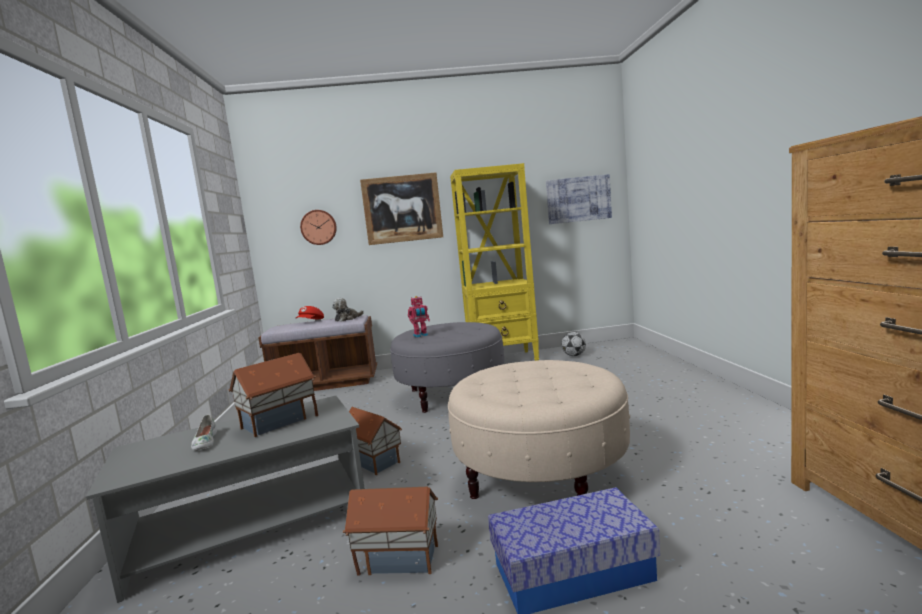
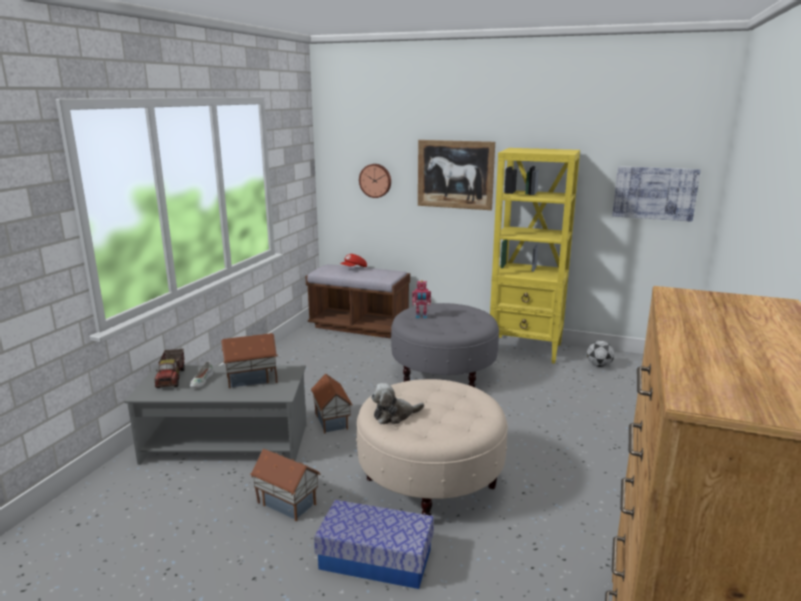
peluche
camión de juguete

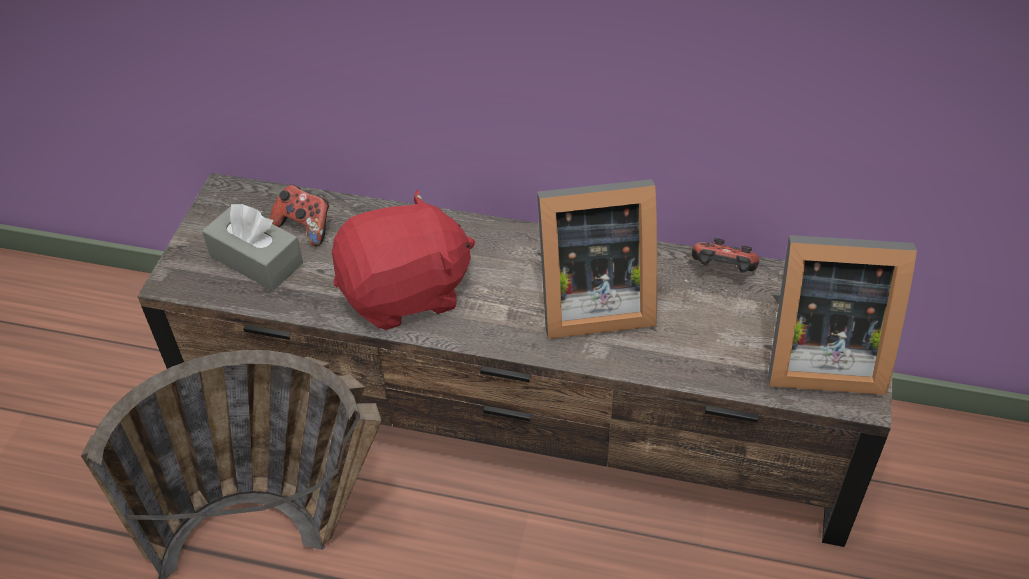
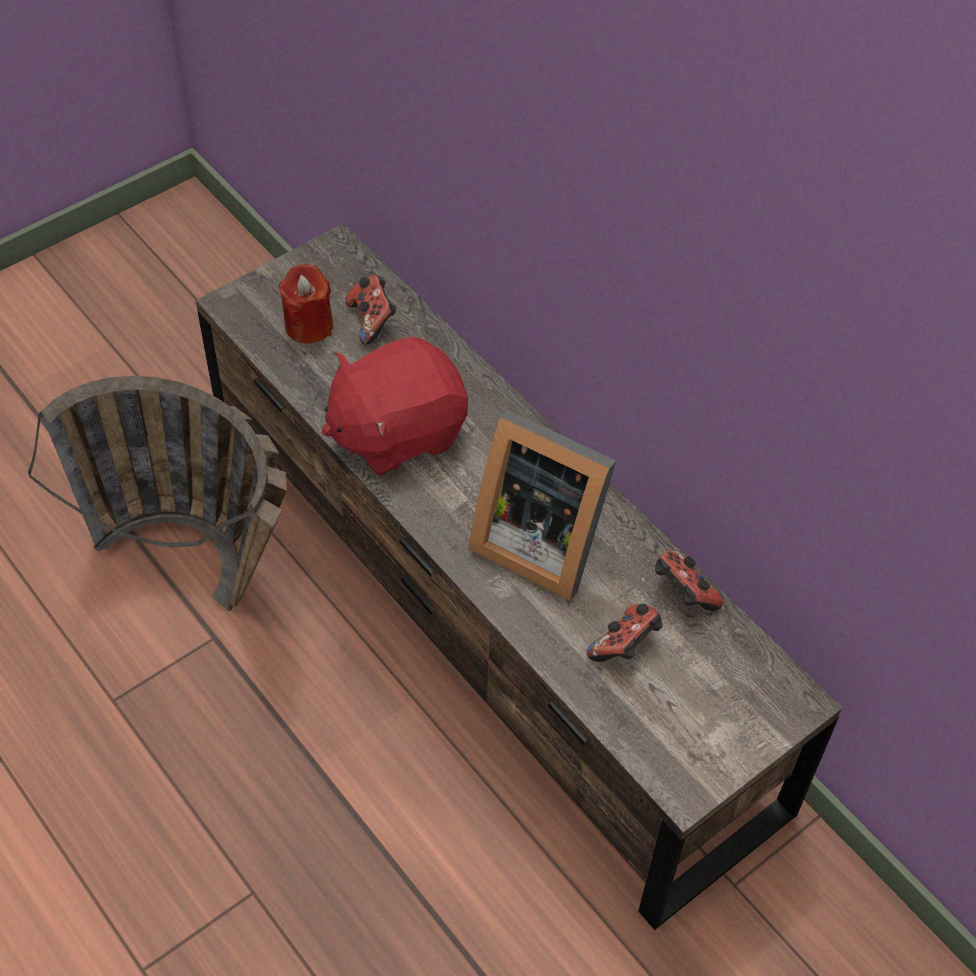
vela (rojo)
peluche (rojo)
portarretratos (2nd from left in the first image)
mando de consola (2nd from left)

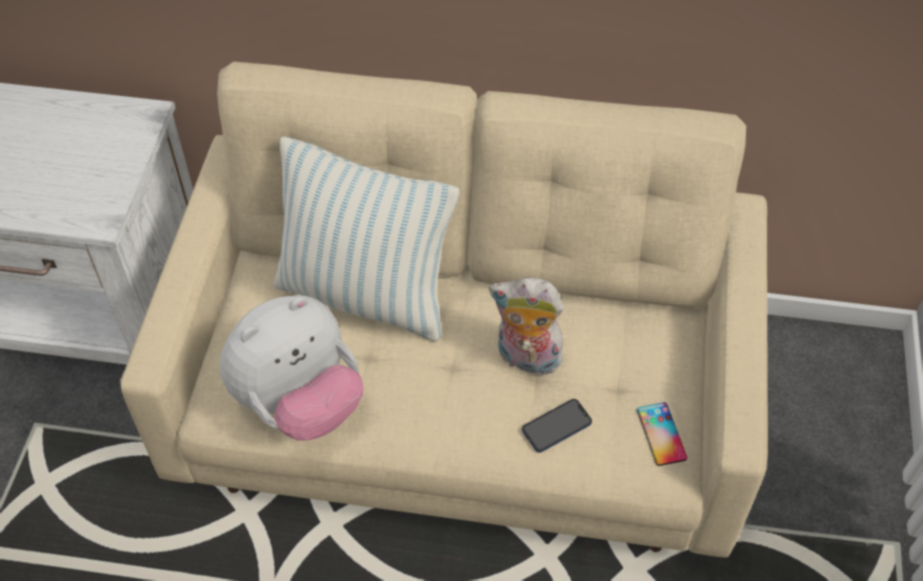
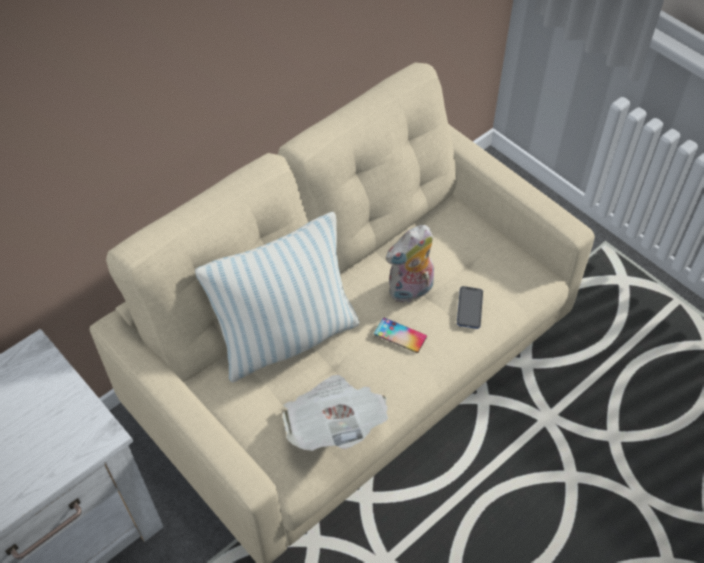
periódico
móvil (1st from left)

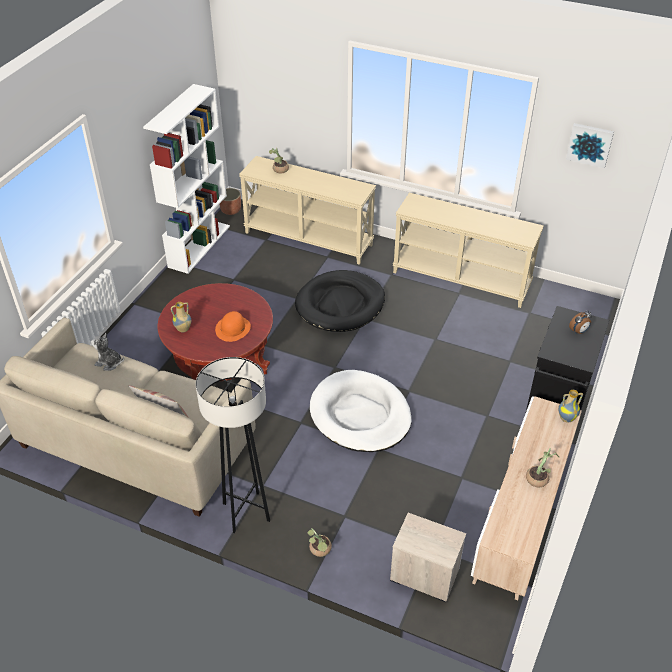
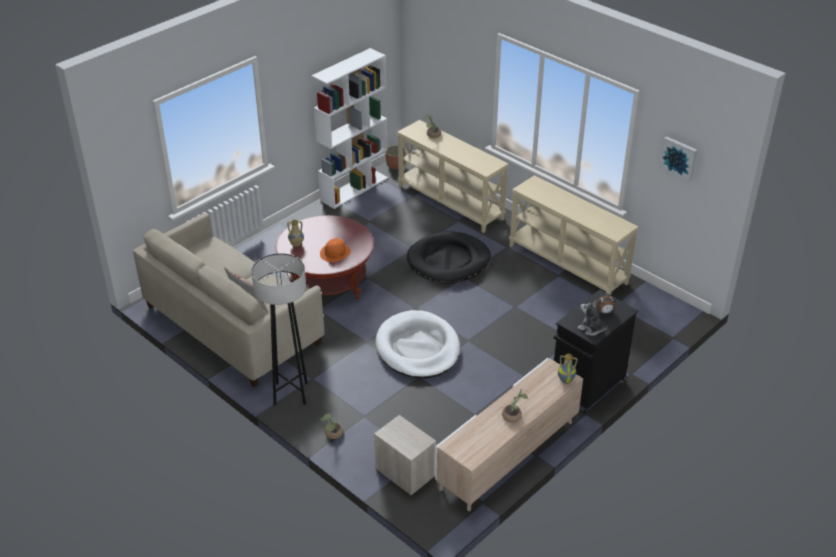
peluche

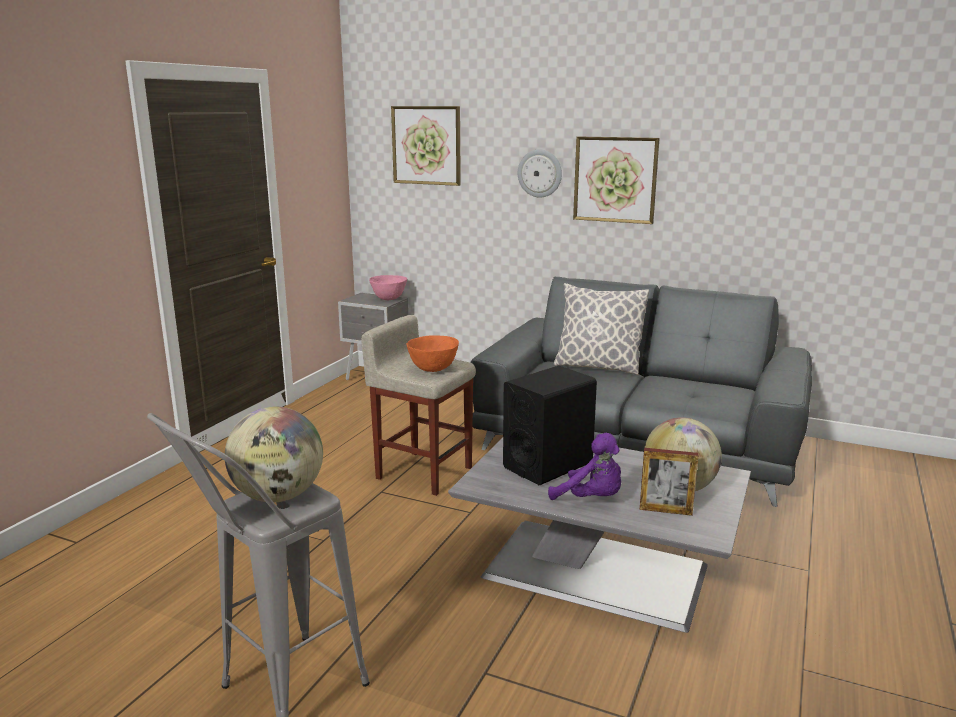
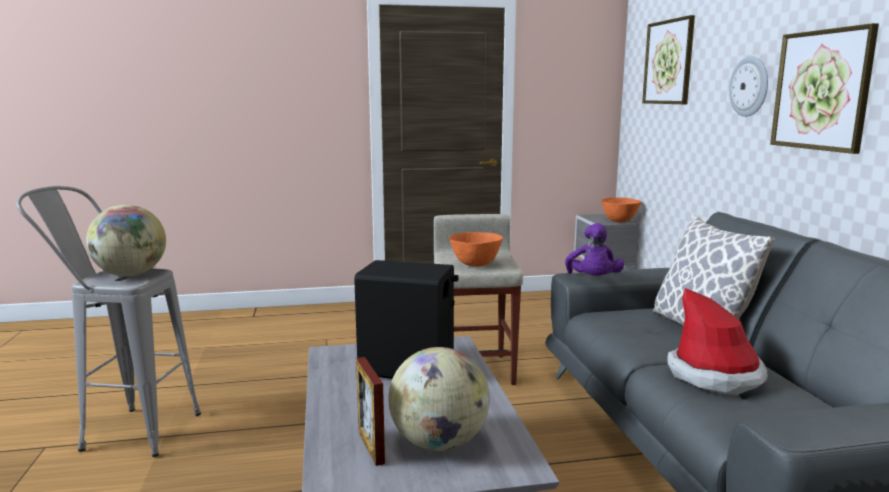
cuenco (naranja) (2nd from left)
peluche (morado)
sombrero

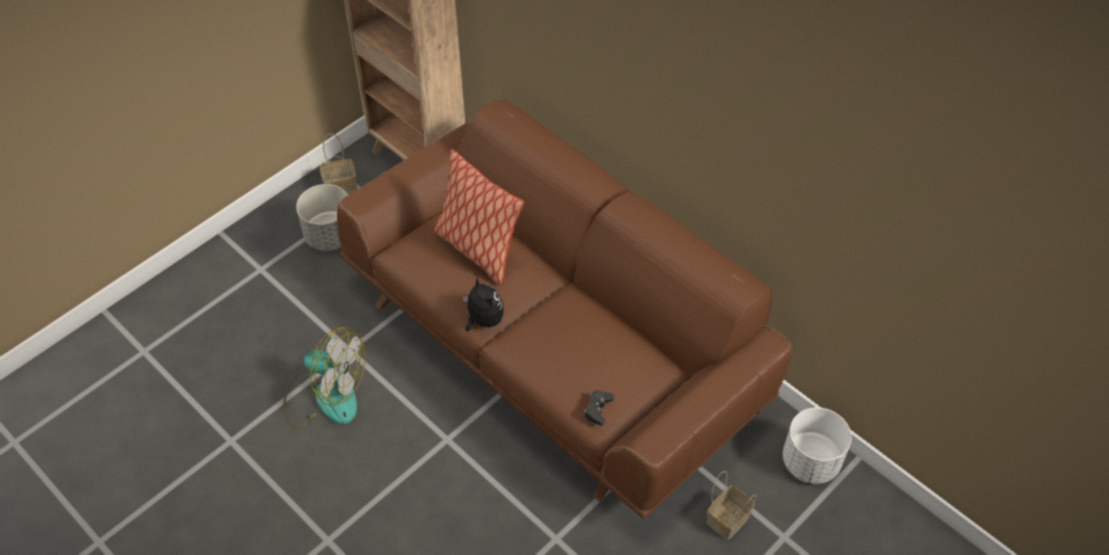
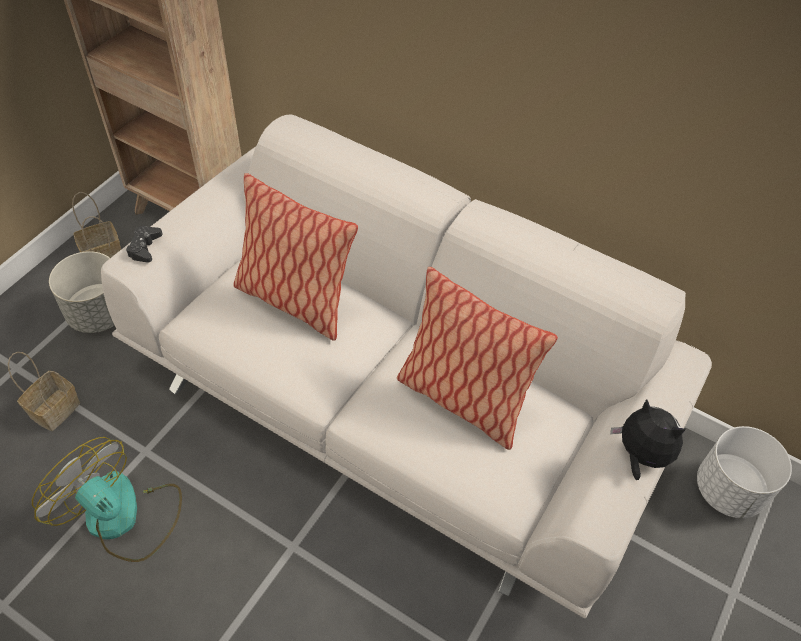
ventilador
sofá (blanco)
peluche
mando de consola (negro)
cesta (1st from left)
cojín (2nd from left)

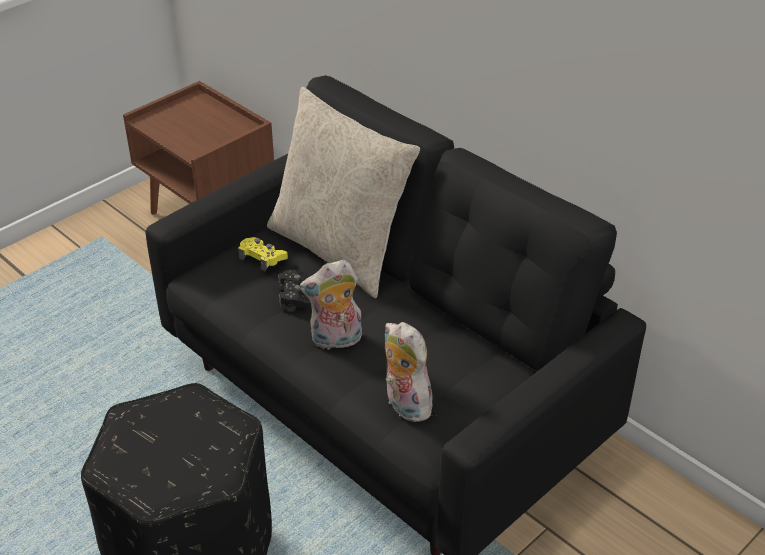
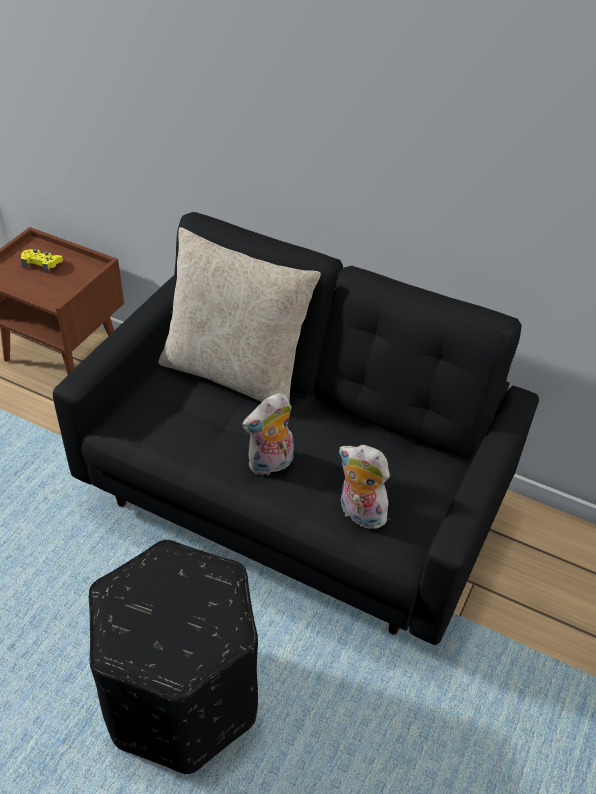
mando de consola (amarillo)
mando de consola (negro)

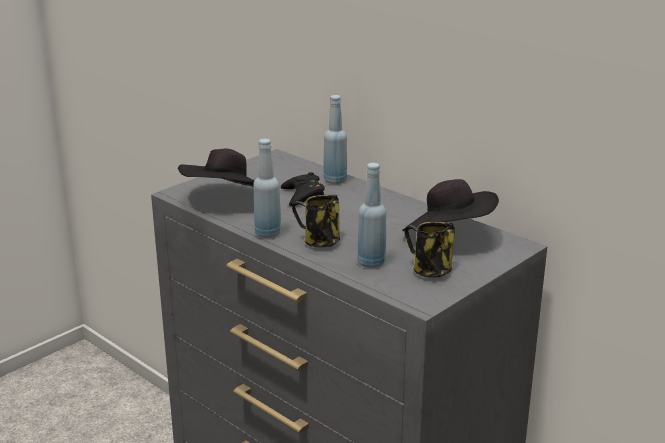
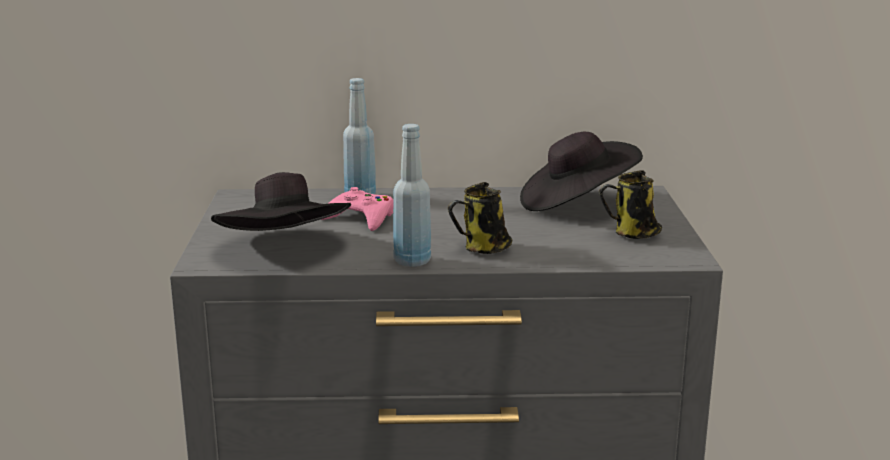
mando de consola (rosa)
botella (azul) (3rd from left in the first image)

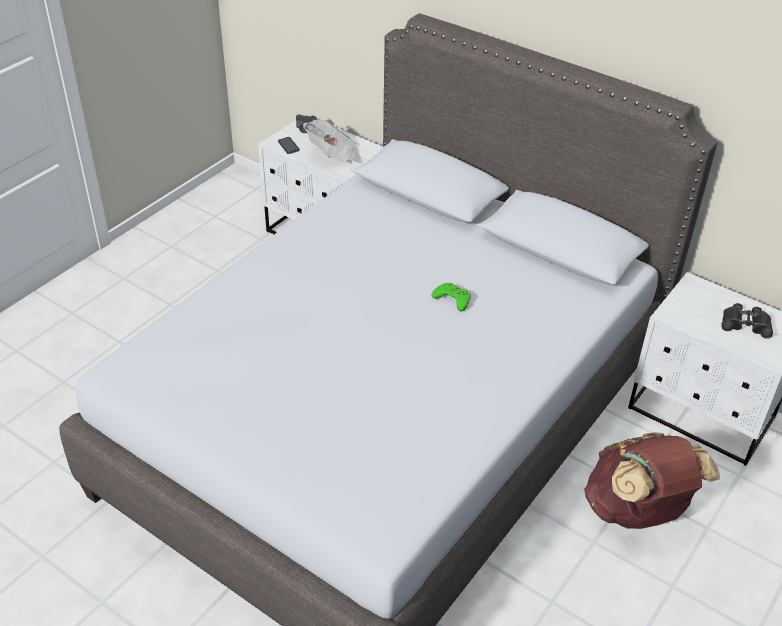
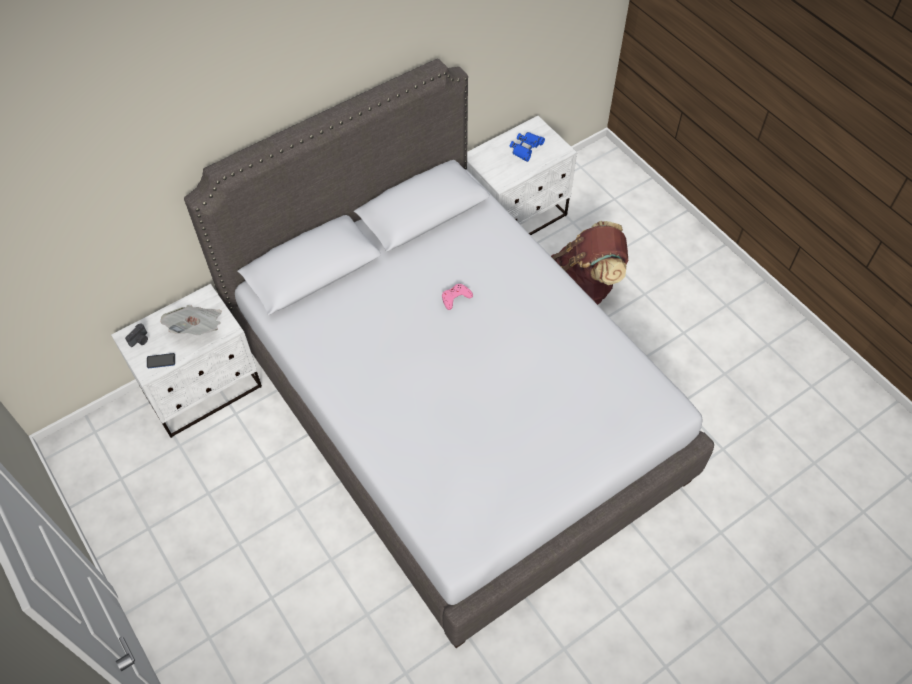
mando de consola (rosa)
prismáticos (azul)

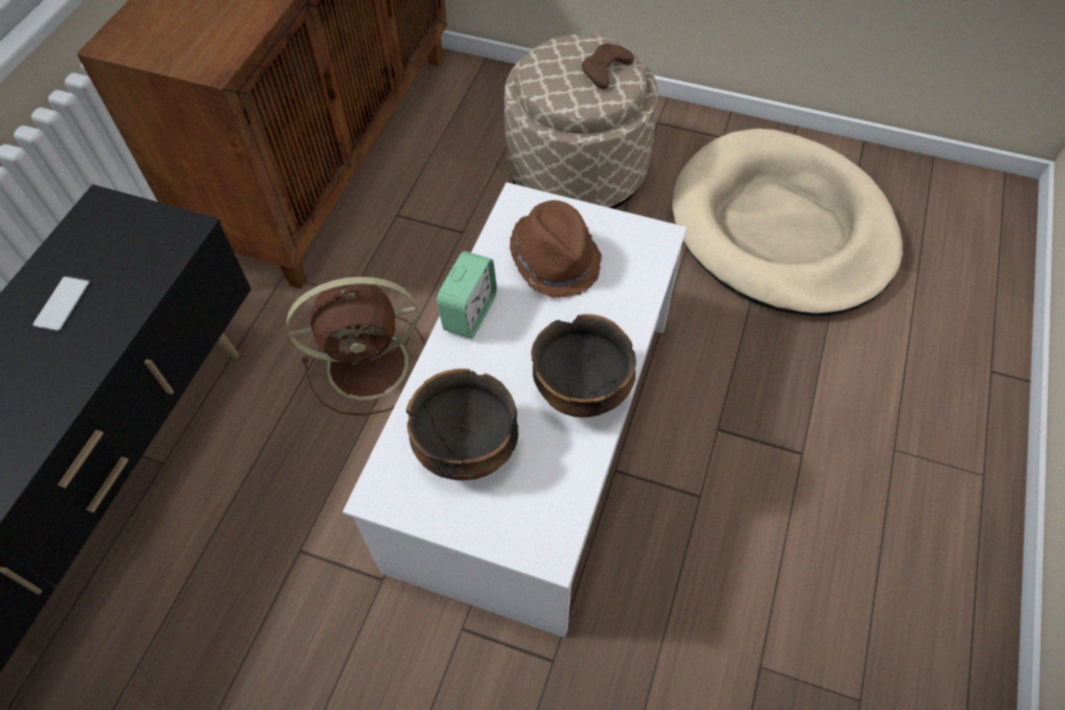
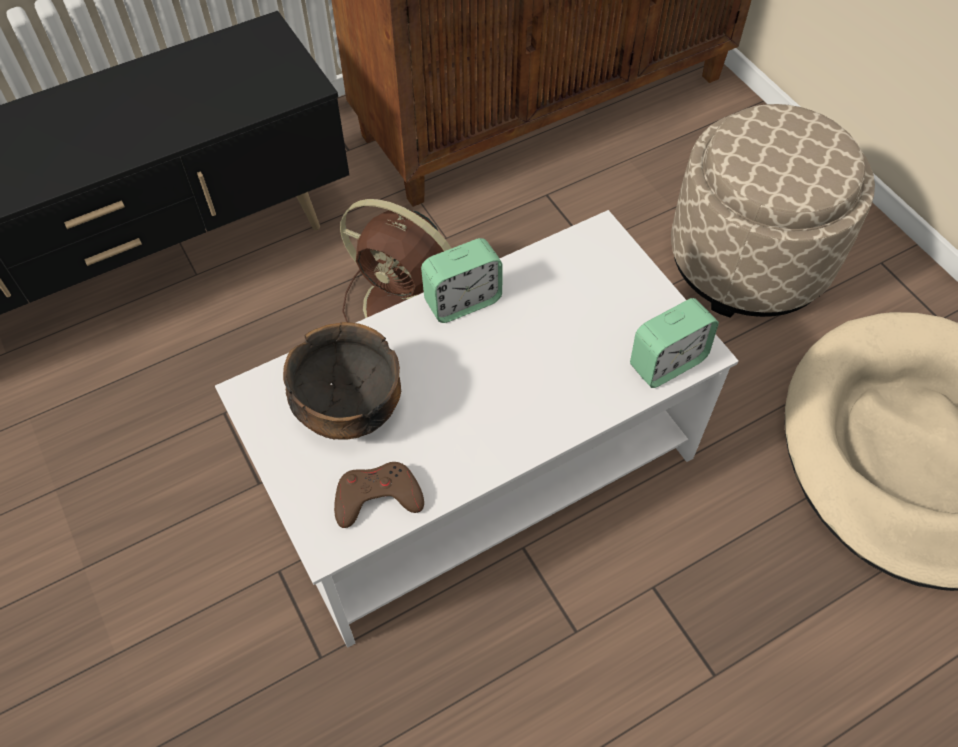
móvil
sombrero (marrón)
cuenco (2nd from left in the first image)
mando de consola (marrón)
despertador (2nd from left)

